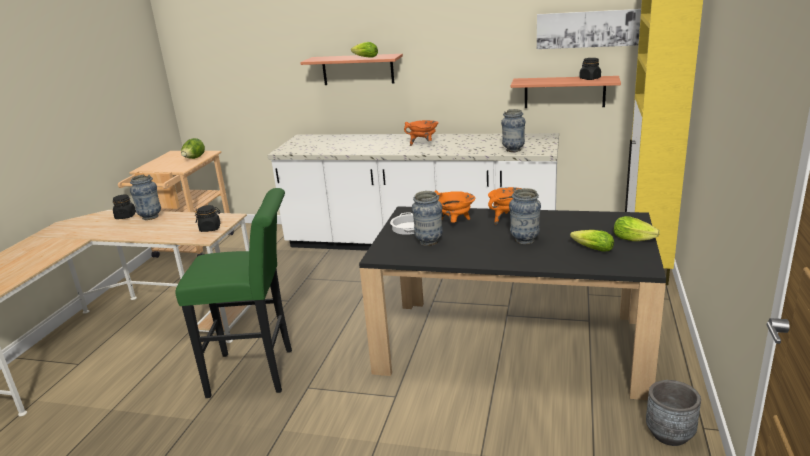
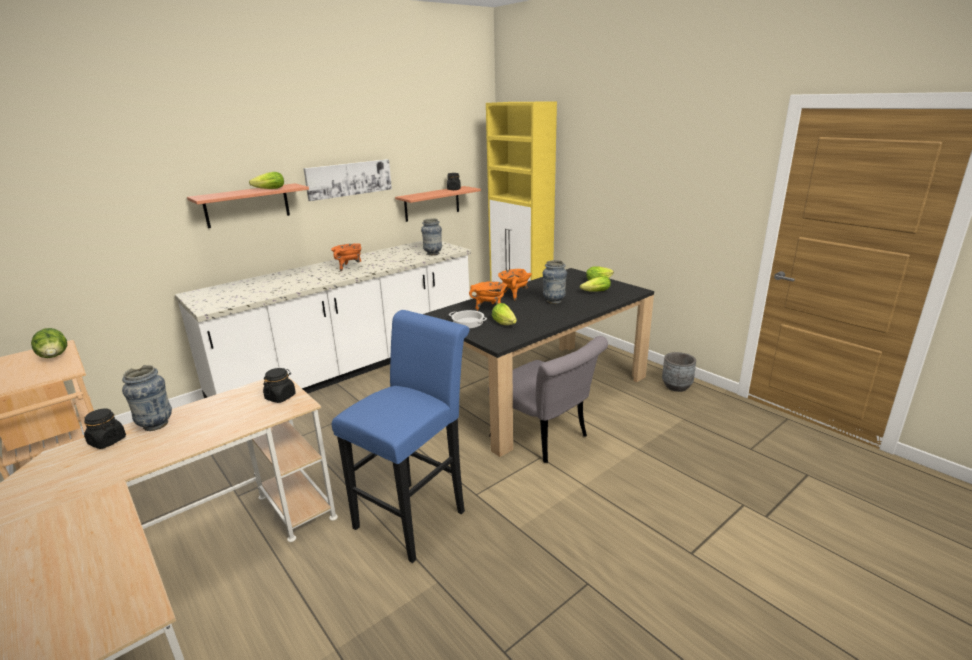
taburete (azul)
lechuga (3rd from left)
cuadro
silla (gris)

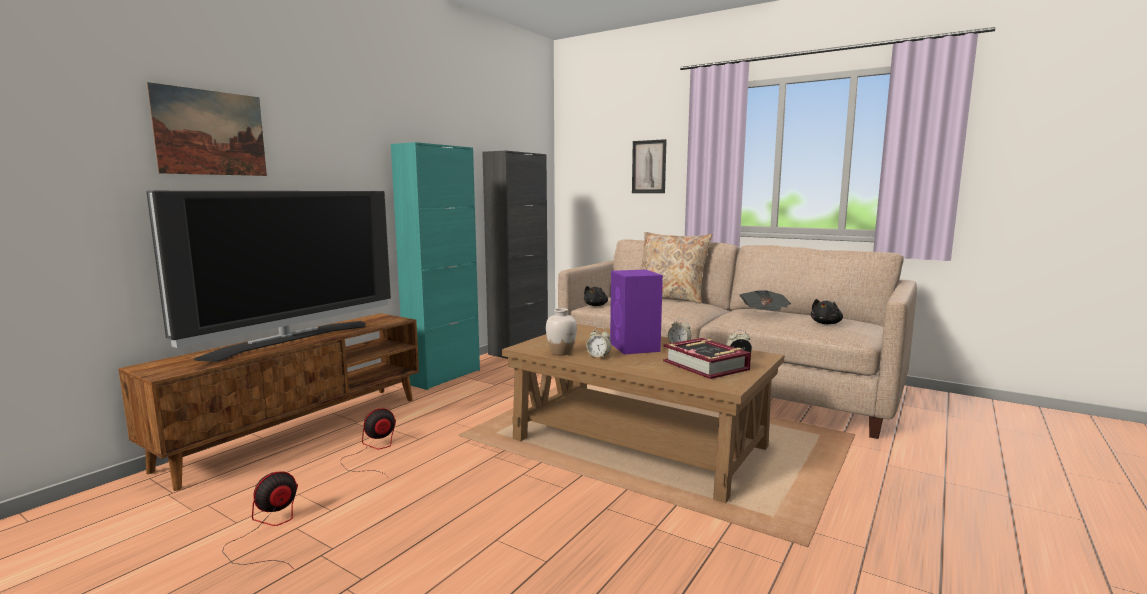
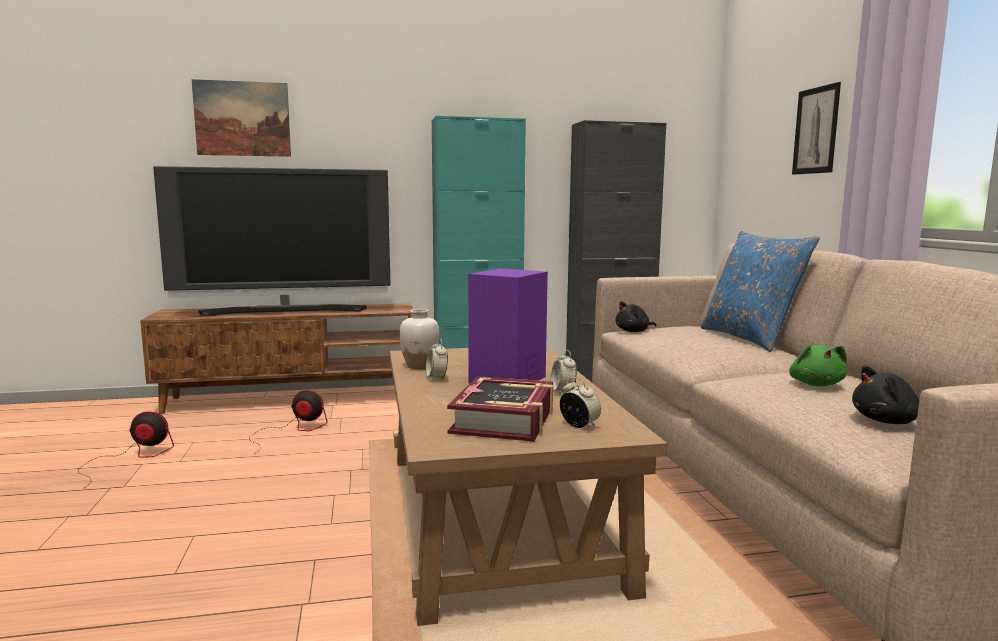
cojín (azul)
peluche (verde)

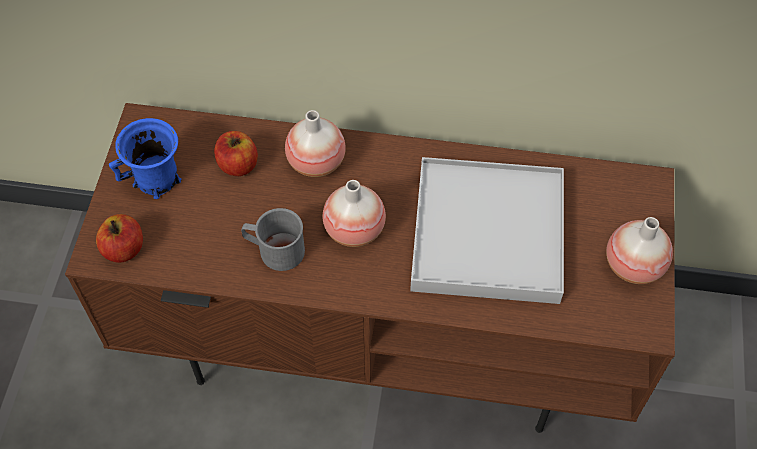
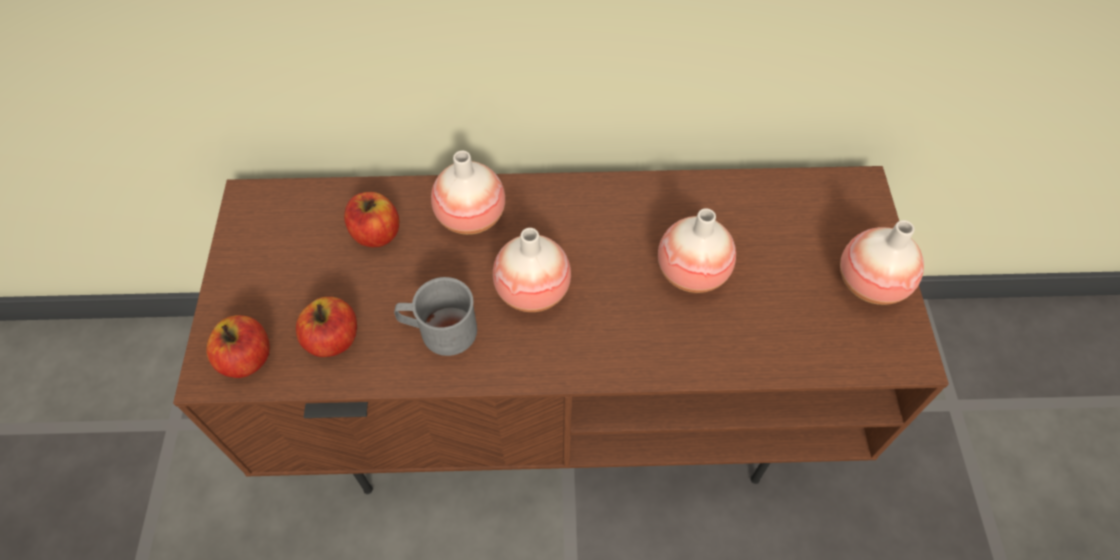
taza grande (azul)
florero (3rd from left)
manzana (2nd from left)

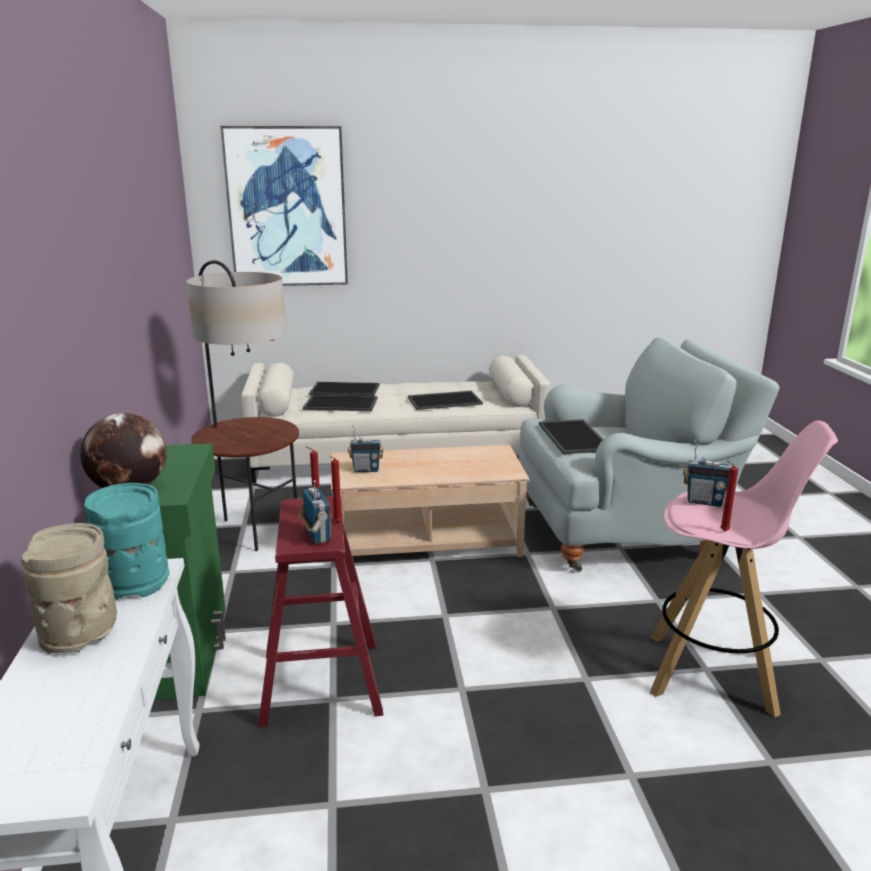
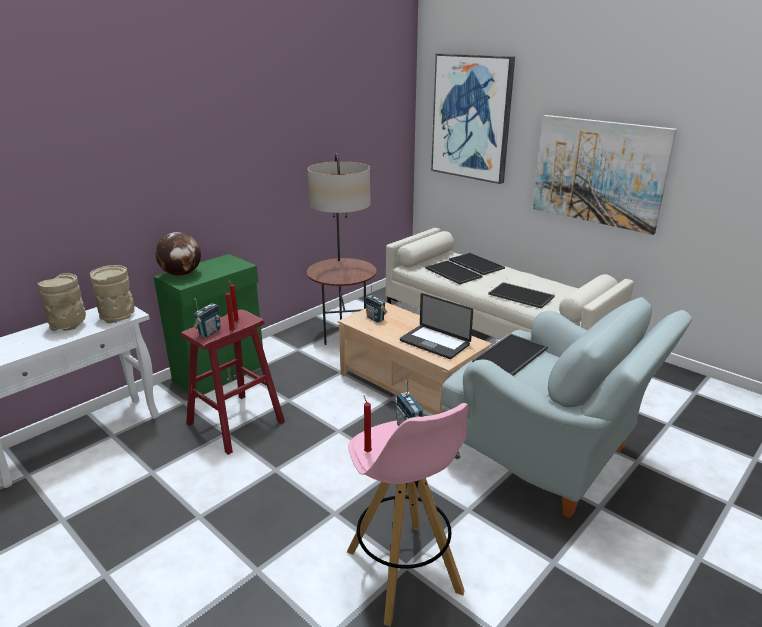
florero (beis) (2nd from left)
portátil
cuadro (2nd from left)

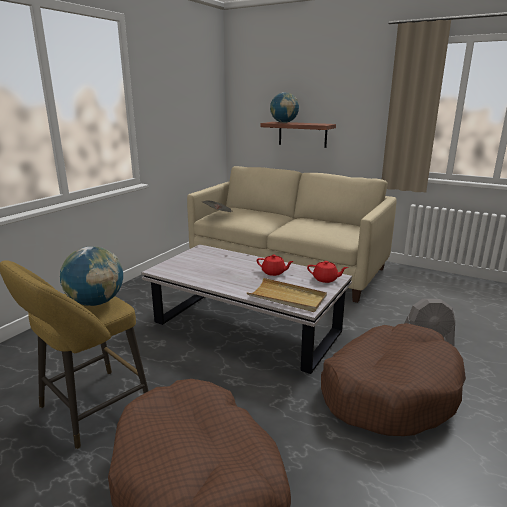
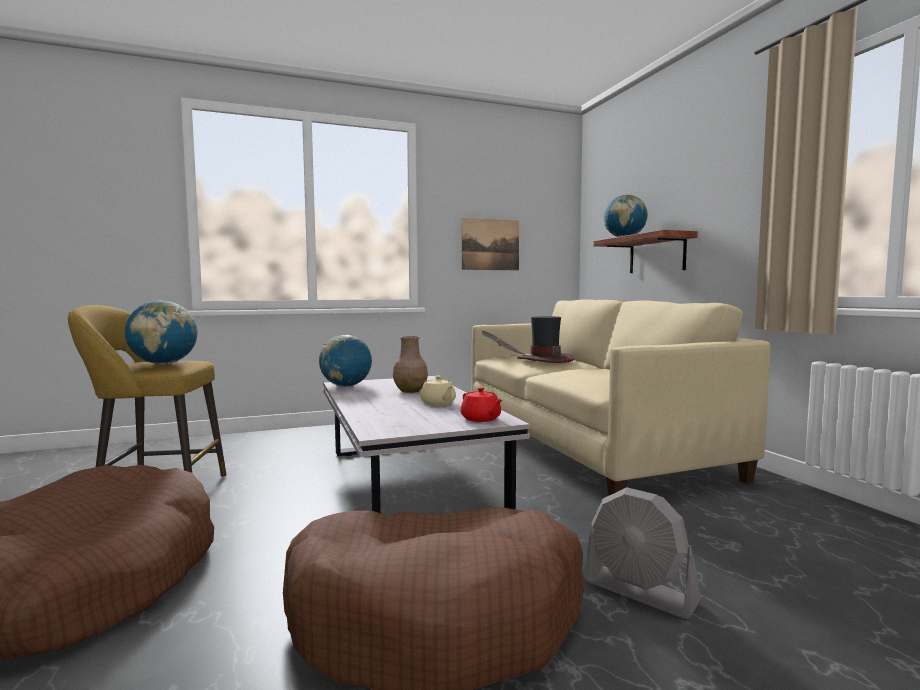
bandeja (beis)
tetera (beis)
globo terráqueo (2nd from left)
florero (marrón)
cuadro
sombrero

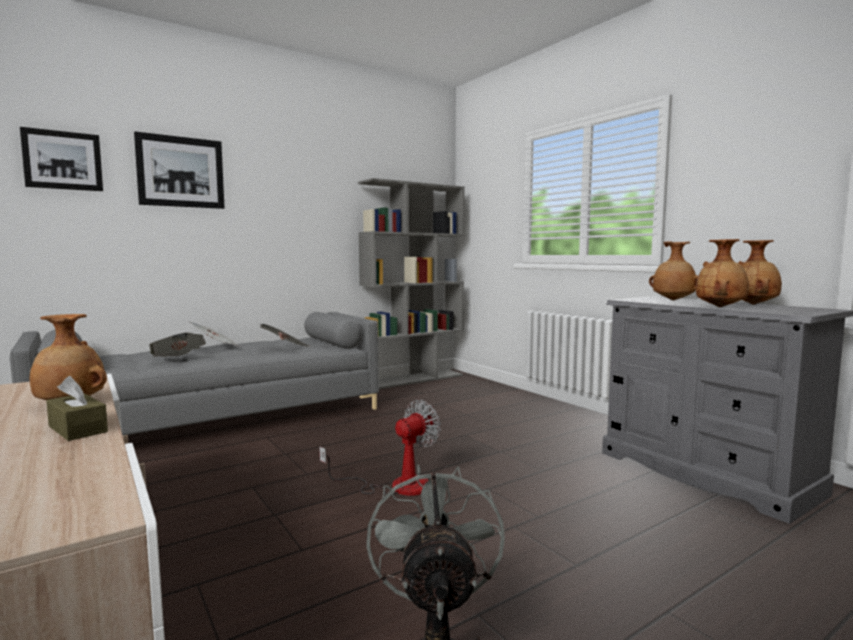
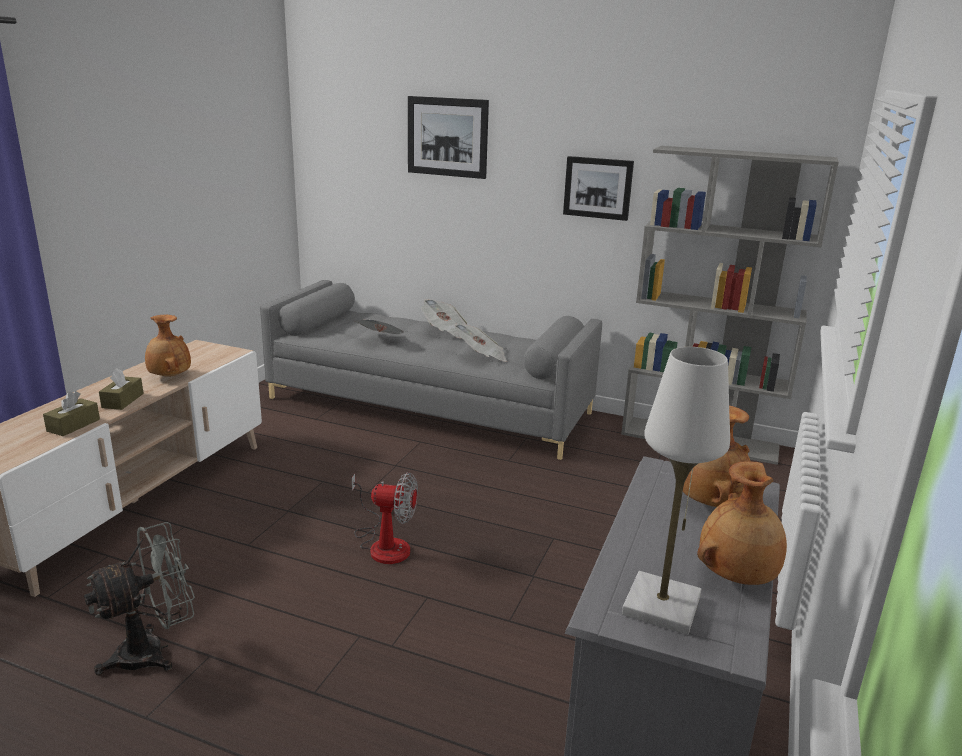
cuadro (2nd from left)
florero (marrón) (3rd from left in the first image)
caja de pañuelos (marrón) (1st from left)
lámpara de mesa (blanco)

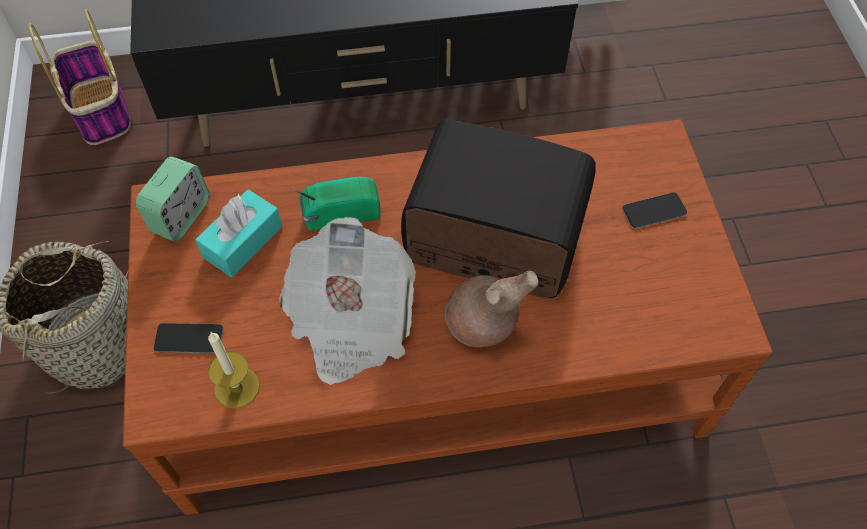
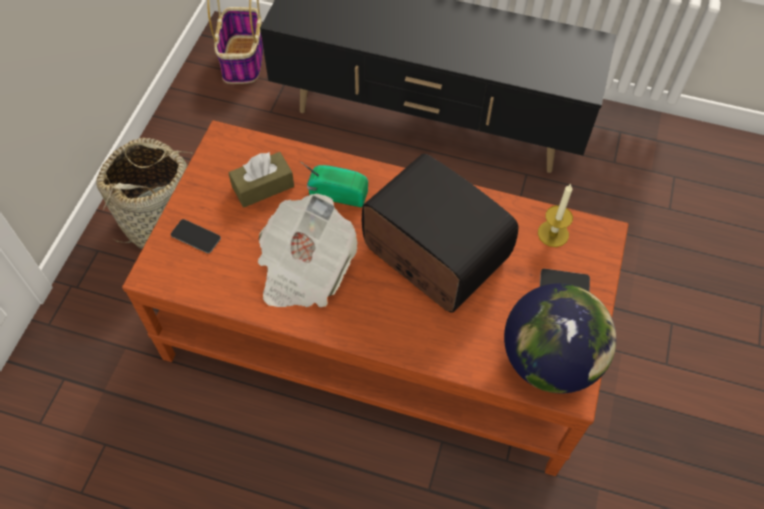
despertador
caja de pañuelos (marrón)
vela
florero (marrón)
globo terráqueo

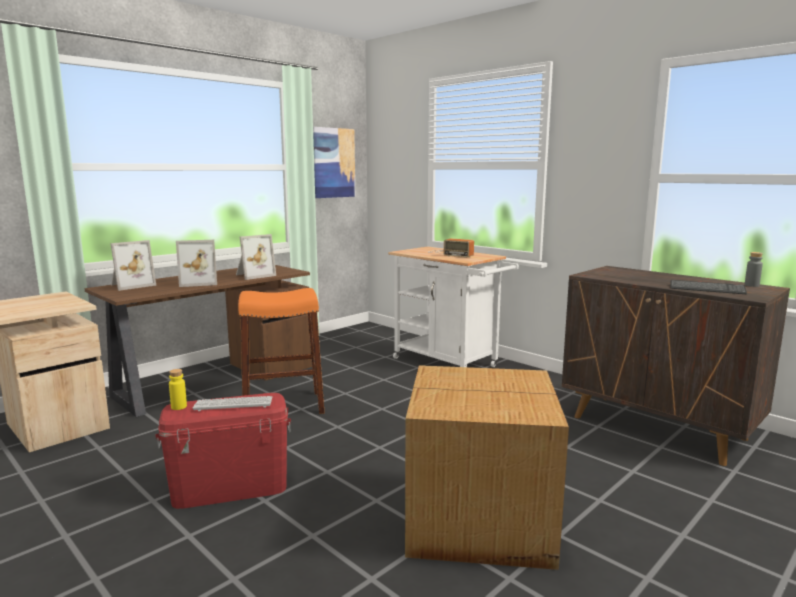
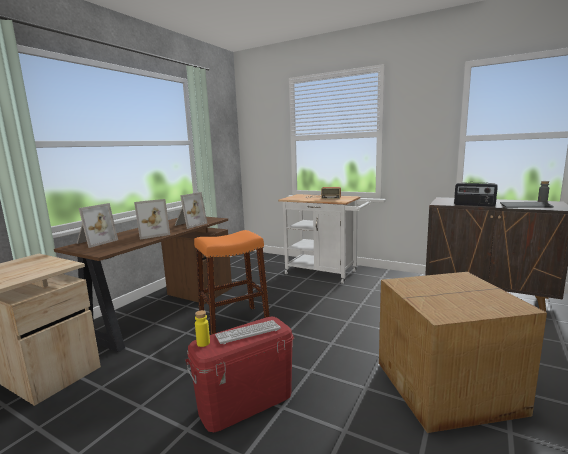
cuadro
radio (2nd from left)

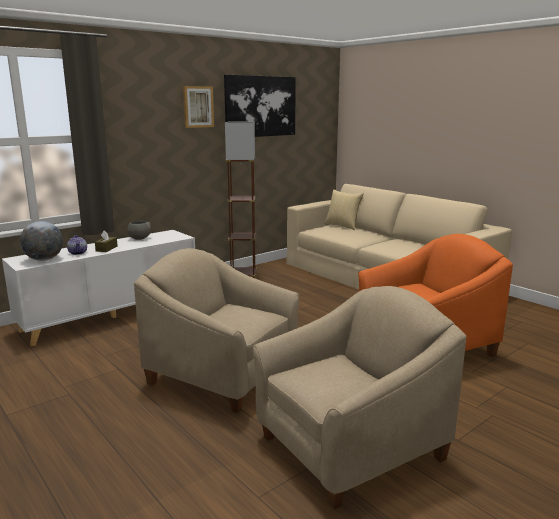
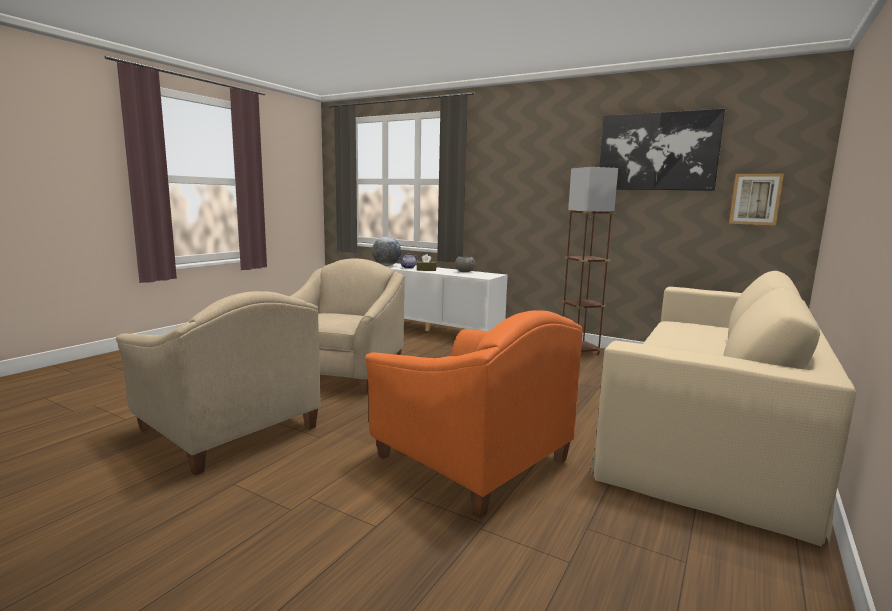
cuadro (2nd from left)
cojín

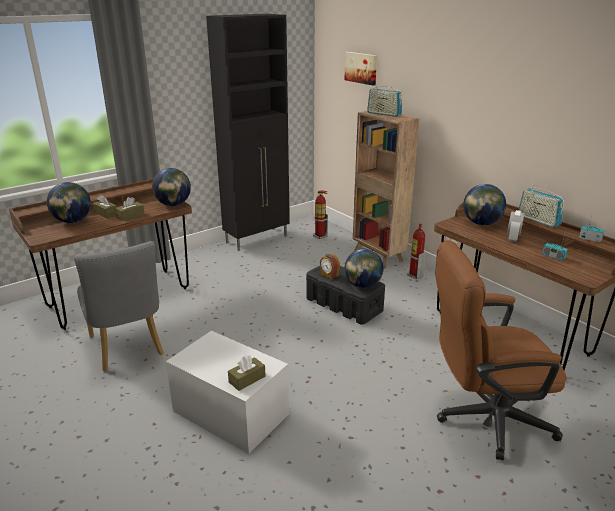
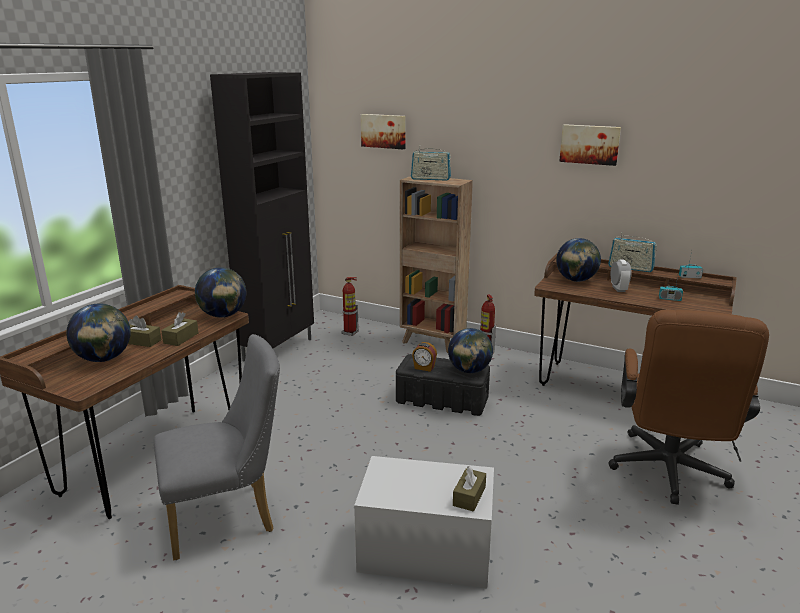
silla (gris)
silla de oficina (marrón)
cuadro (2nd from left)

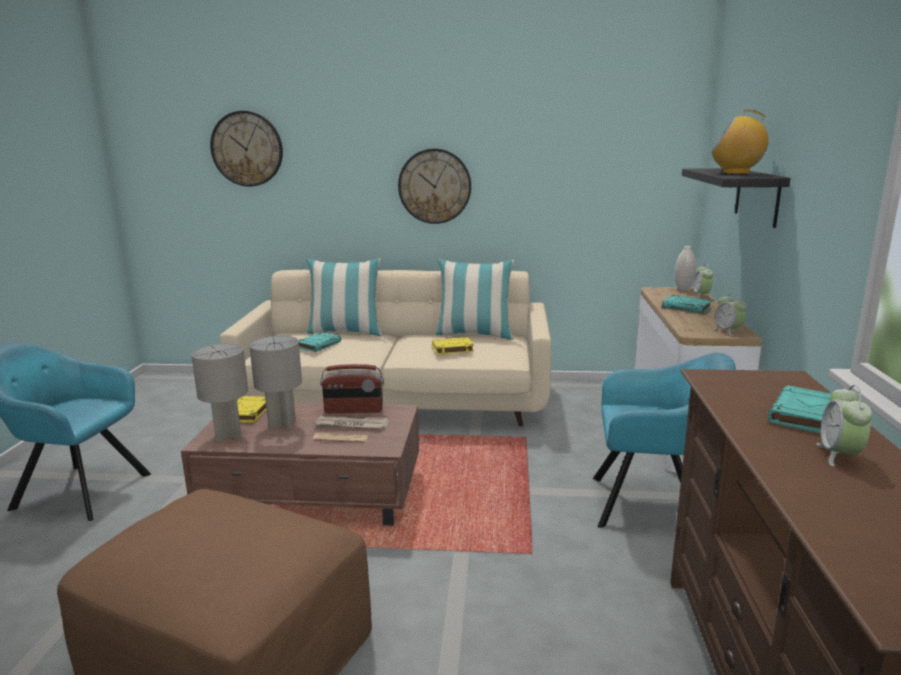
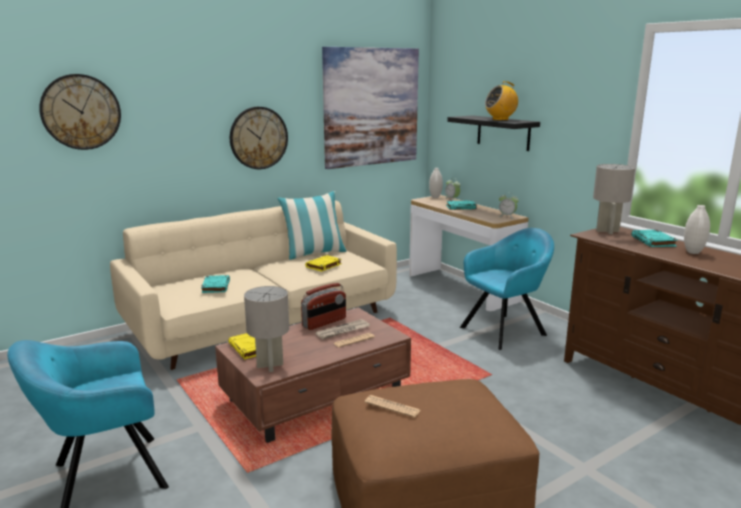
lámpara de mesa (gris) (2nd from left)
cojín (1st from left in the first image)
florero (blanco) (2nd from left)
cuadro
periódico (3rd from left)

